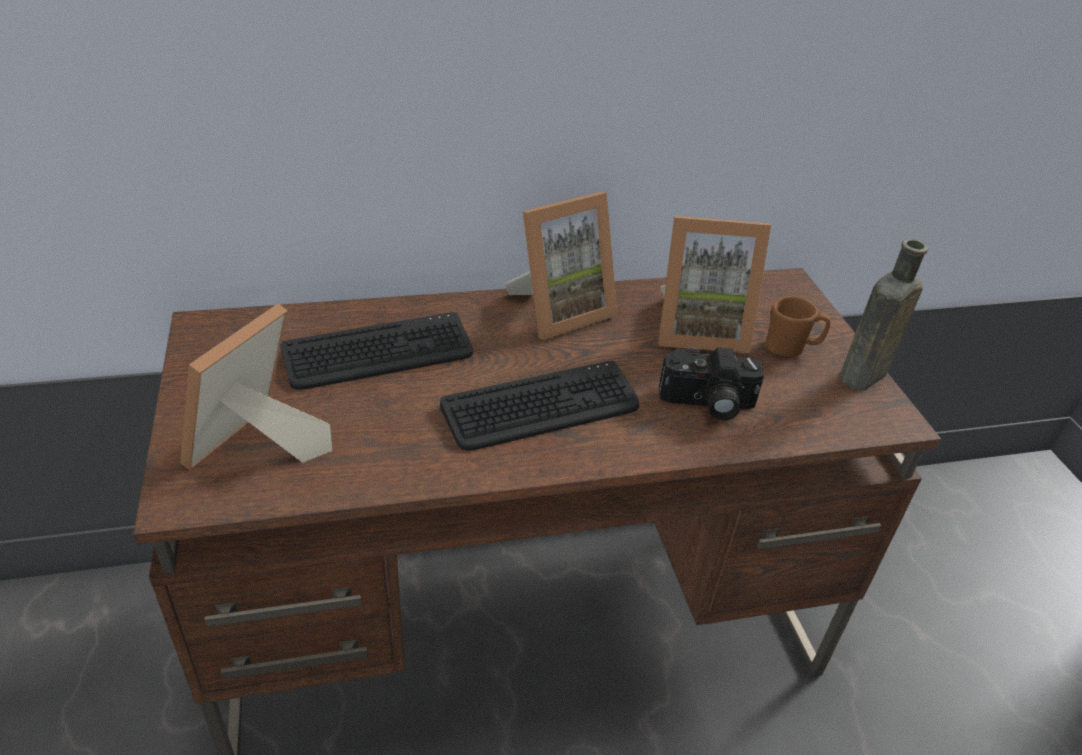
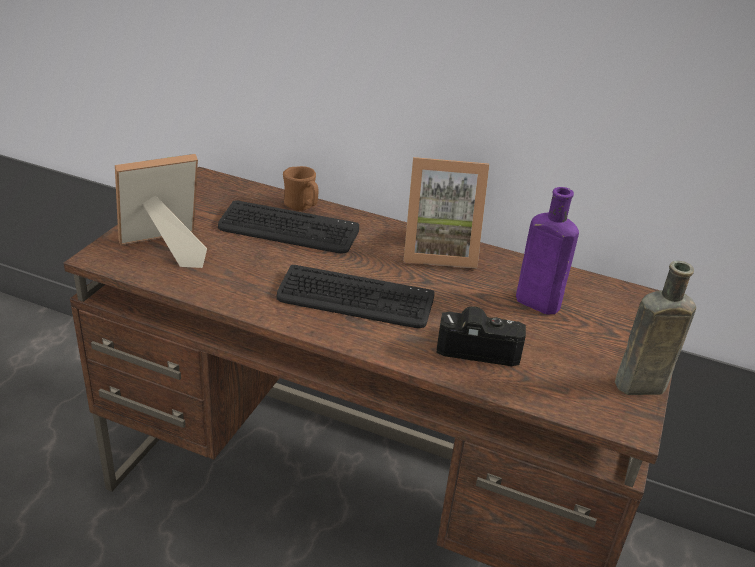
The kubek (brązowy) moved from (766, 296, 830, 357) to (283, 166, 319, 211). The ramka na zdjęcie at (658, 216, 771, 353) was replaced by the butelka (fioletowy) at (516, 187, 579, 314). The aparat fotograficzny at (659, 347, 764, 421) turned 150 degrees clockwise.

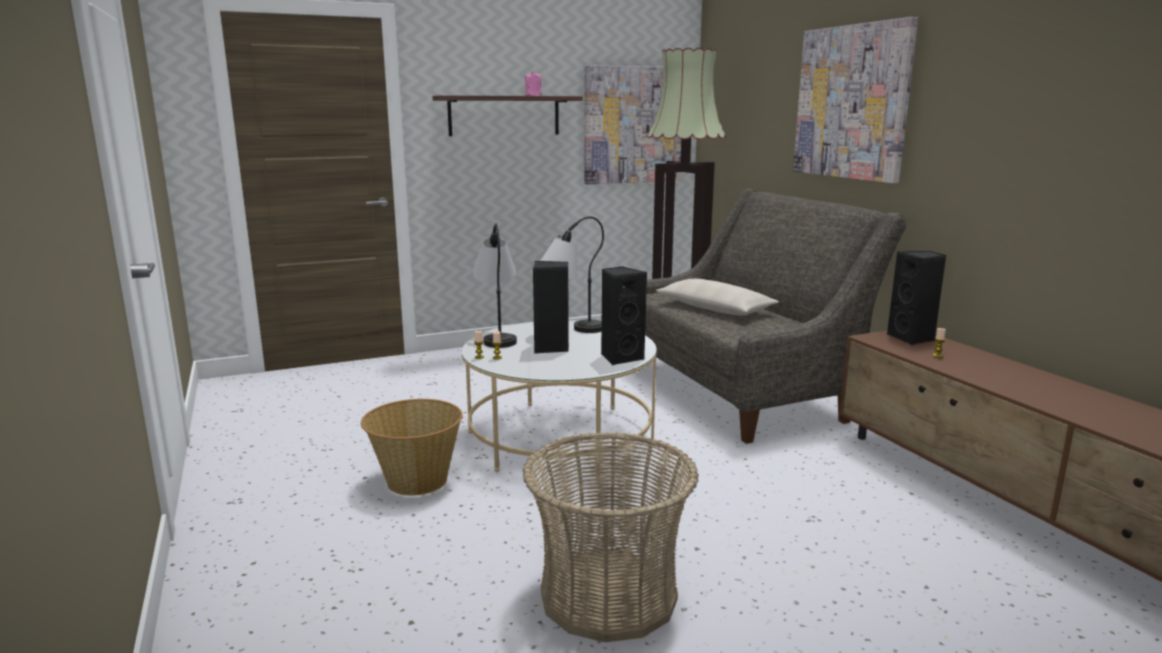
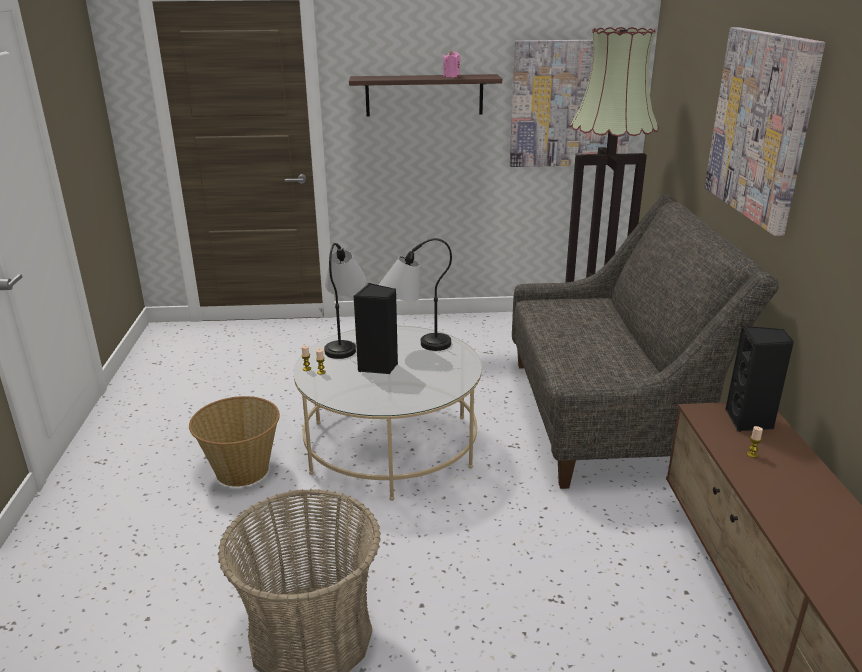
The głośnik (czarny) at (601, 267, 647, 365) disappeared. The poduszka (beżowy) at (656, 279, 779, 316) disappeared.

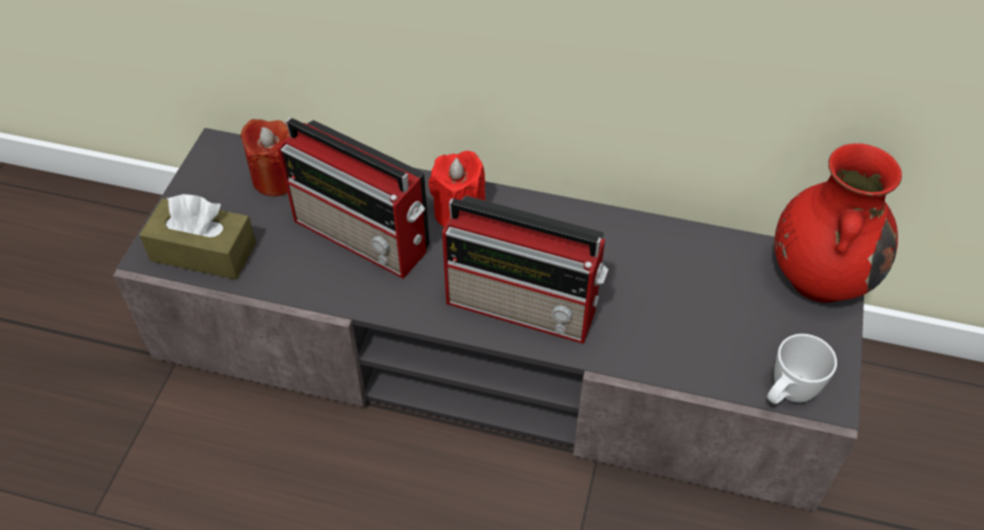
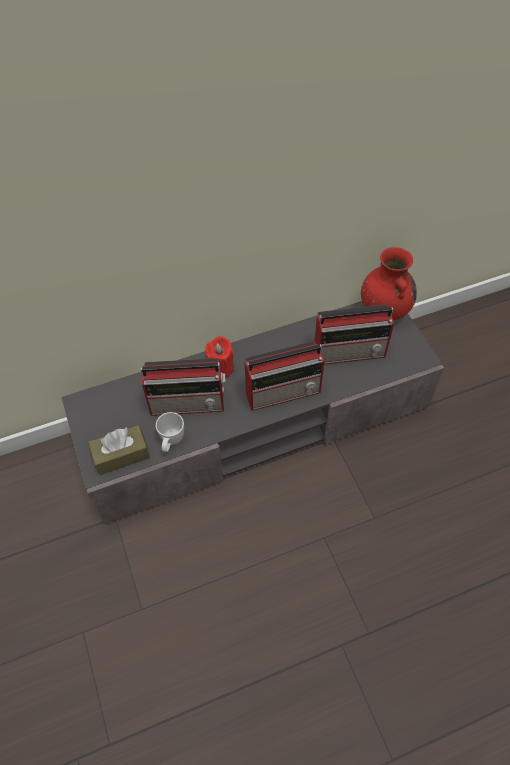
The świeca (czerwony) at (240, 119, 290, 197) disappeared. The radio at (314, 304, 394, 365) appeared. The kubek (biały) moved from (767, 334, 837, 404) to (156, 412, 184, 452).

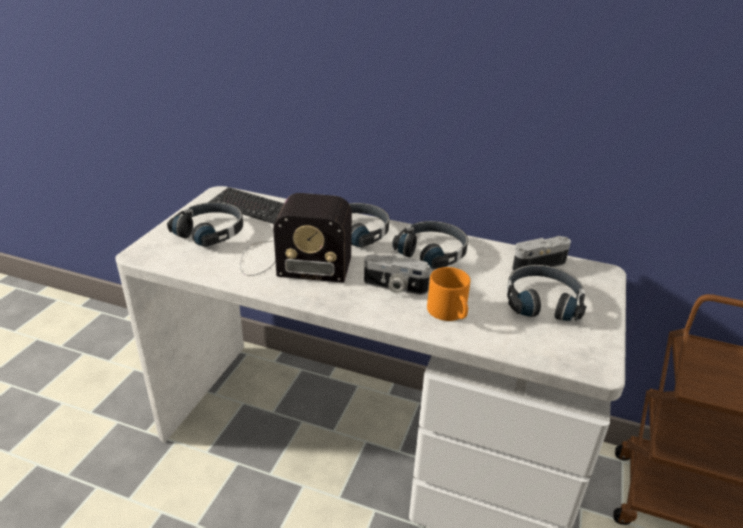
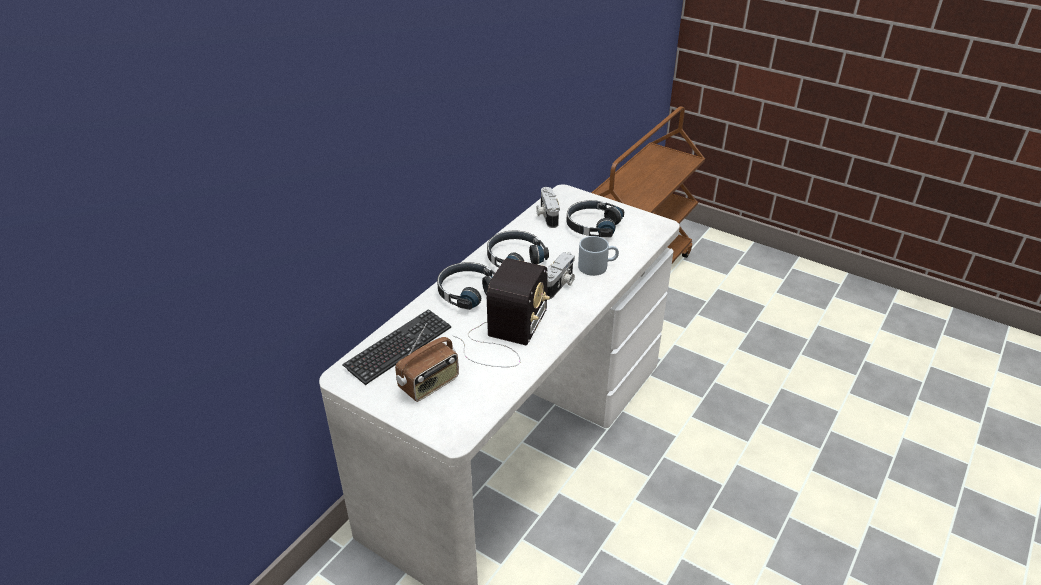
The słuchawki (czarny) at (167, 202, 243, 247) was replaced by the radio at (395, 324, 459, 402). The kubek (pomarańczowy) at (427, 267, 470, 321) became the kubek (szary) at (578, 236, 619, 276).

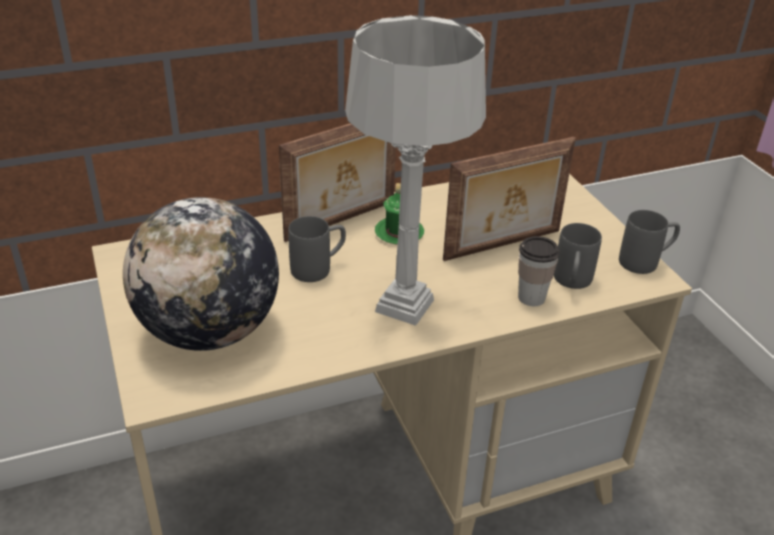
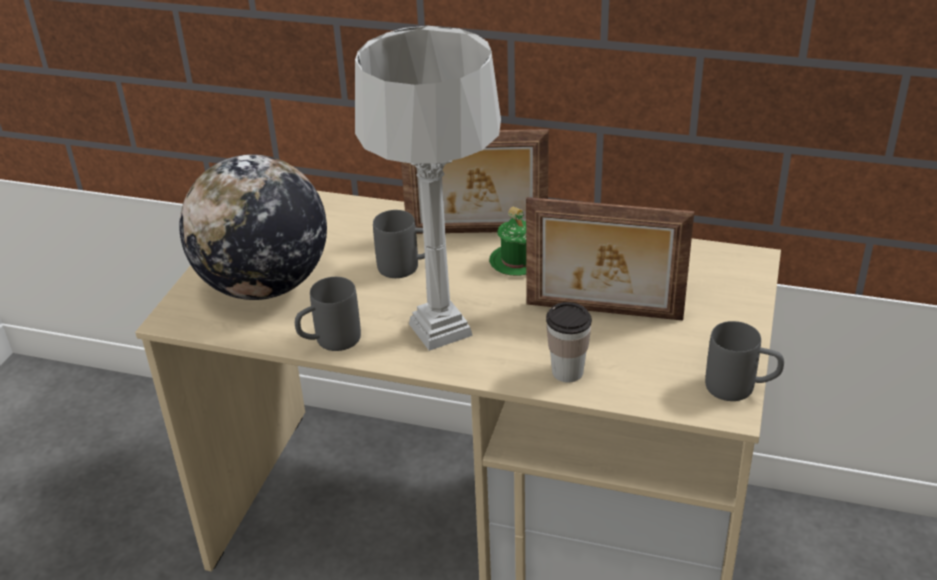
The kubek (szary) moved from (554, 223, 602, 289) to (295, 277, 361, 351).

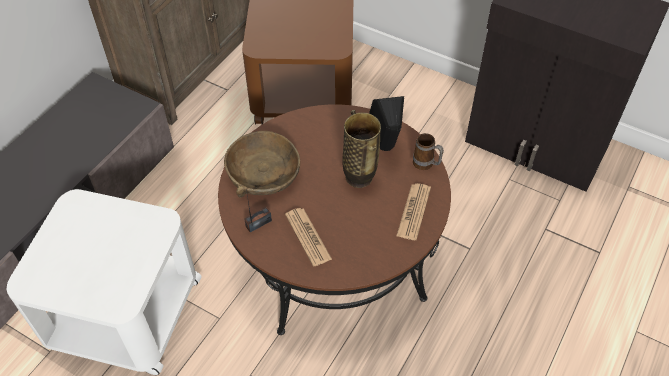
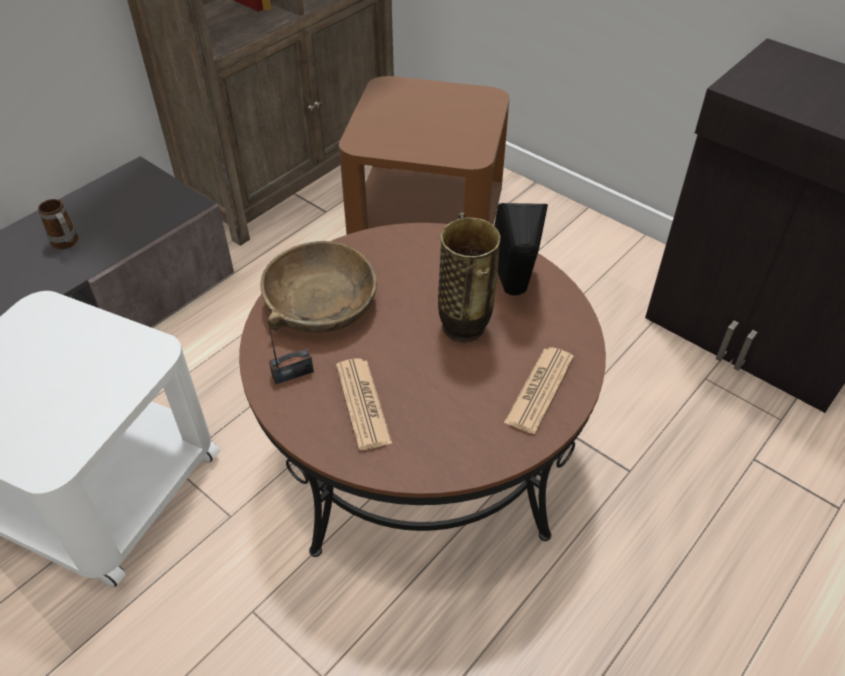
The kubek moved from (413, 133, 444, 170) to (38, 199, 78, 249).

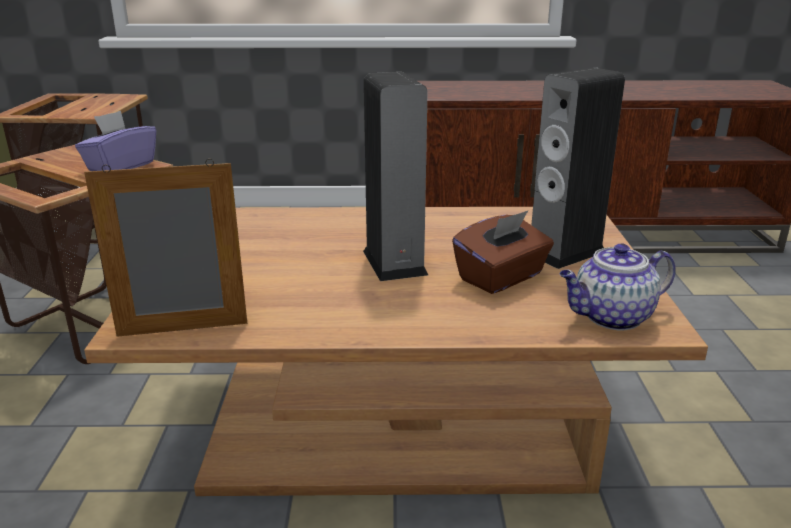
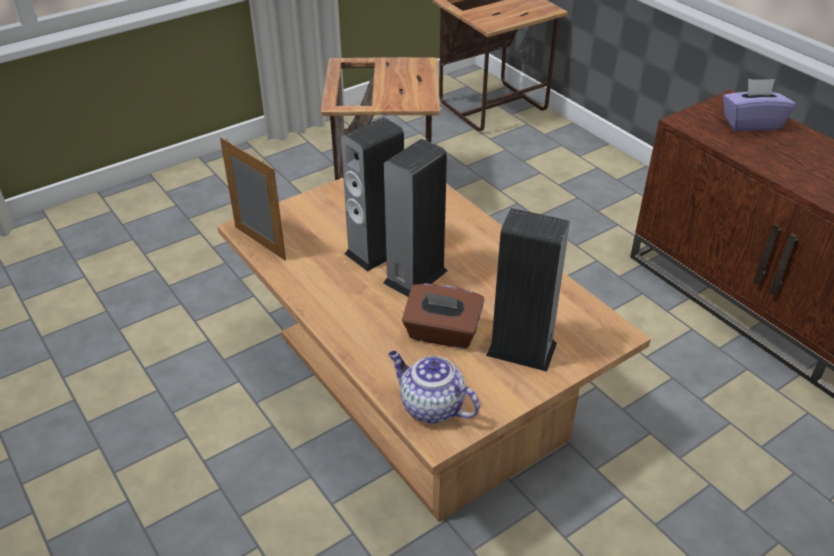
The głośnik at (341, 117, 404, 272) appeared. The pudełko chusteczek (fioletowy) moved from (75, 111, 156, 171) to (723, 79, 795, 131).

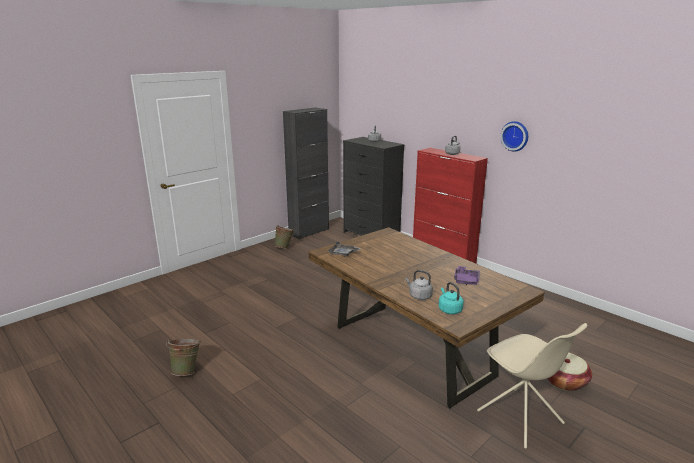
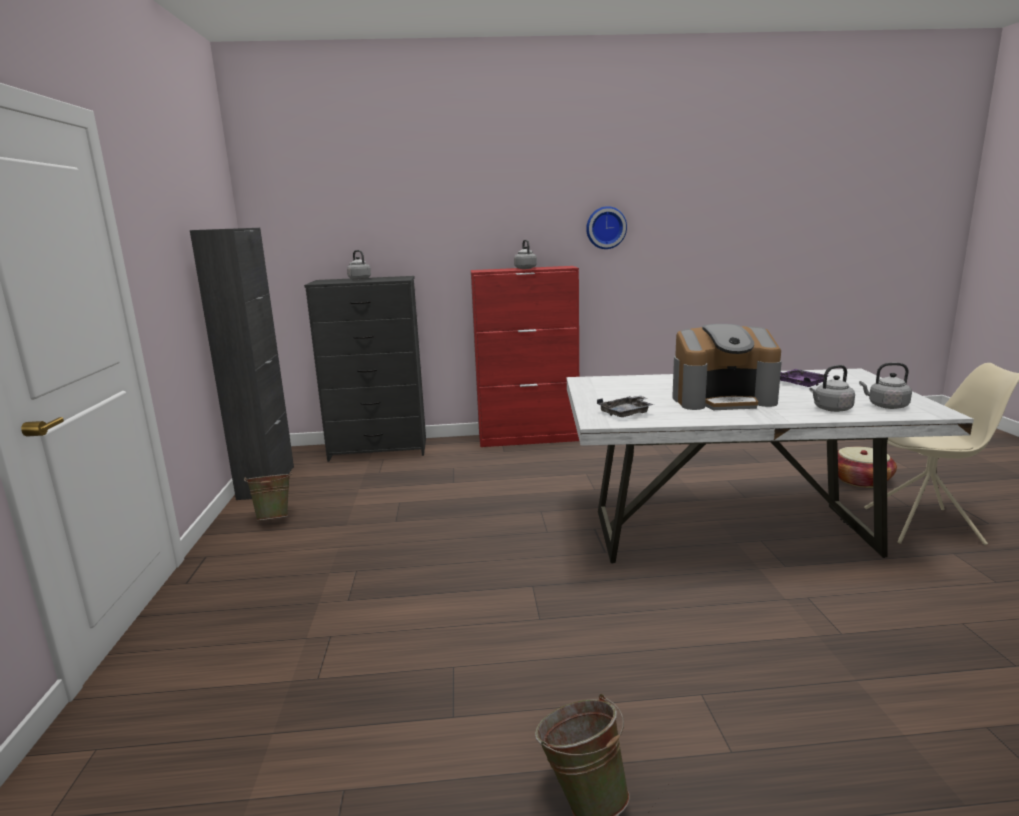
The ekspres do kawy at (672, 324, 782, 410) appeared. The stół jadalny (brązowy) at (308, 227, 545, 408) became the stół jadalny (biały) at (567, 369, 974, 564). The czajnik (turkusowy) at (438, 282, 464, 314) became the czajnik (szary) at (859, 363, 912, 409).

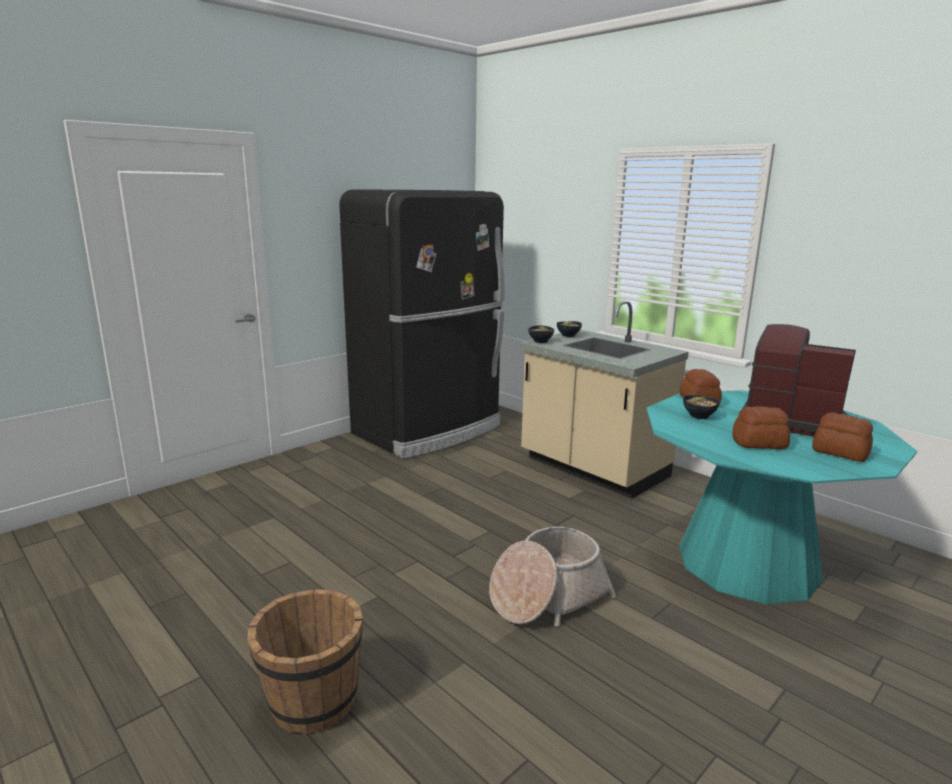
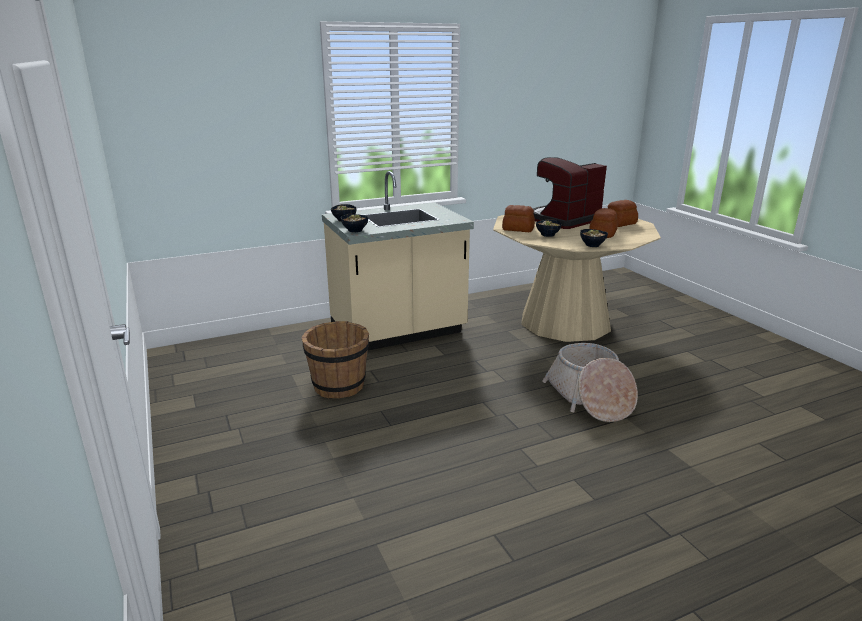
The lodówka (czarny) at (339, 189, 505, 459) disappeared. The miska at (580, 229, 608, 247) appeared. The wiadro (brązowy) moved from (247, 589, 363, 733) to (302, 321, 369, 398). The stół jadalny (turkusowy) at (646, 390, 917, 605) became the stół jadalny (beżowy) at (493, 215, 661, 342).

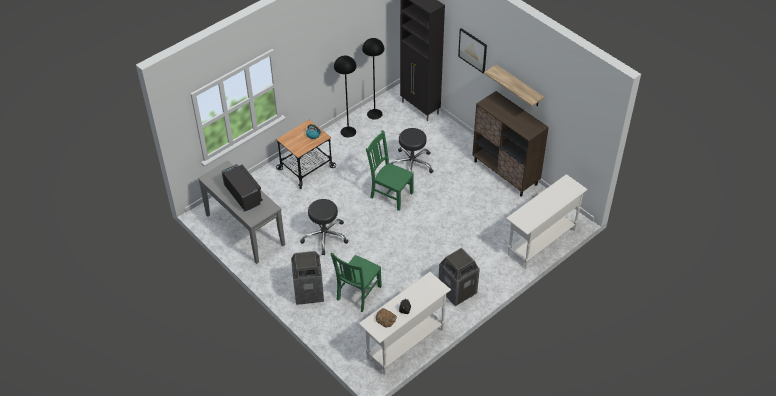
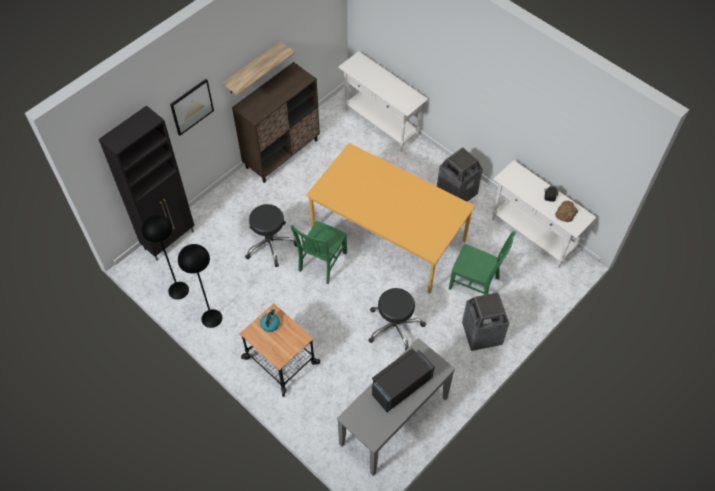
The stół jadalny (pomarańczowy) at (306, 143, 475, 294) appeared.

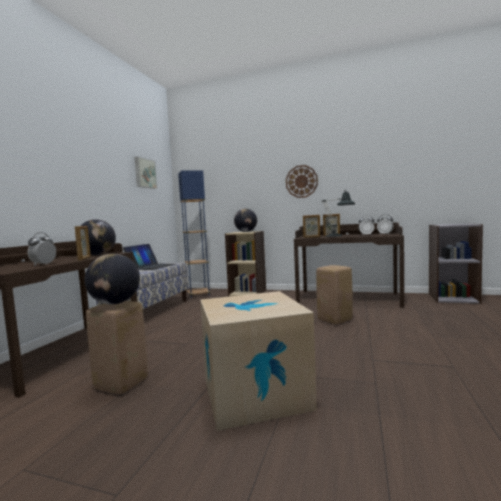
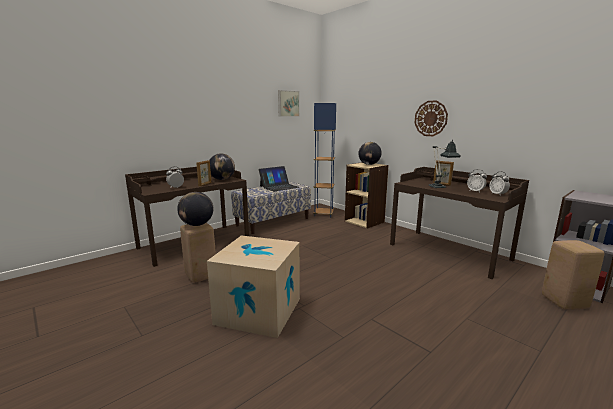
The ramka na zdjęcie at (303, 215, 320, 238) disappeared. The stołek (beżowy) moved from (316, 265, 353, 324) to (542, 240, 604, 310).

